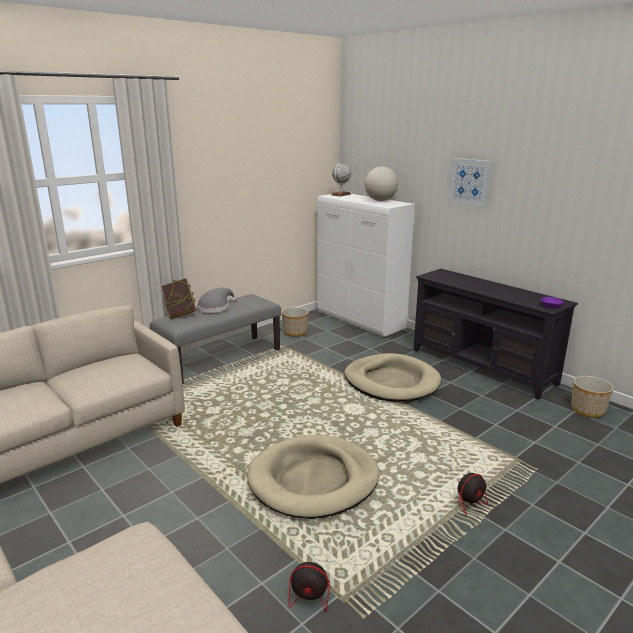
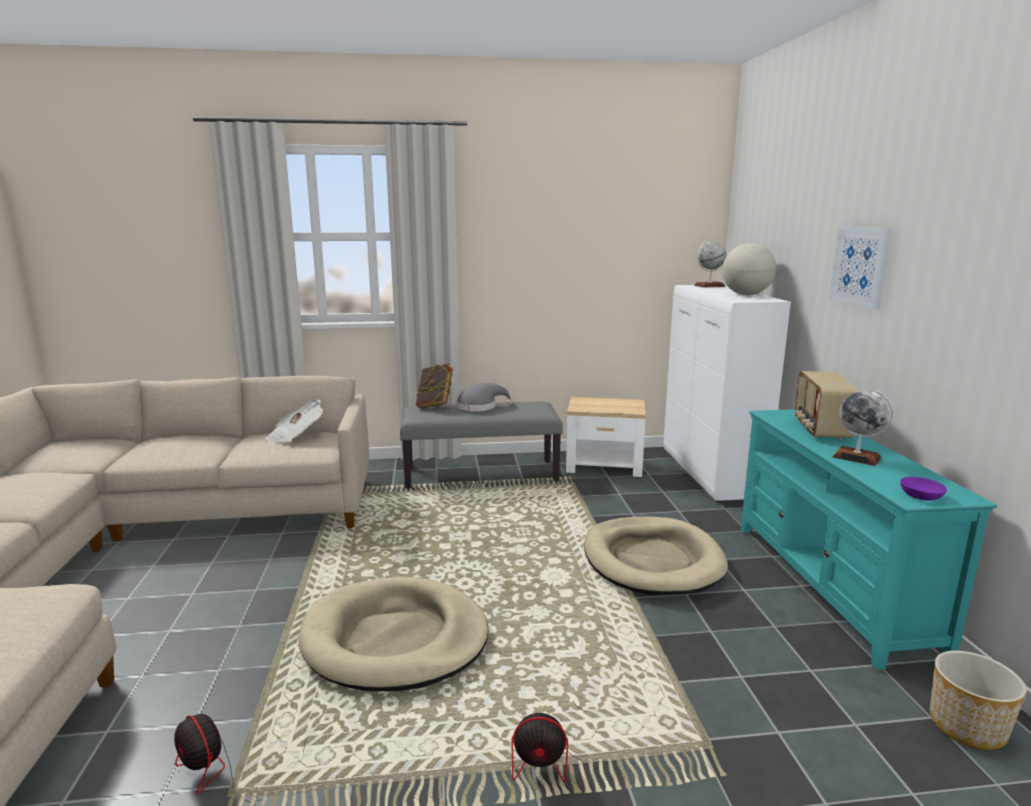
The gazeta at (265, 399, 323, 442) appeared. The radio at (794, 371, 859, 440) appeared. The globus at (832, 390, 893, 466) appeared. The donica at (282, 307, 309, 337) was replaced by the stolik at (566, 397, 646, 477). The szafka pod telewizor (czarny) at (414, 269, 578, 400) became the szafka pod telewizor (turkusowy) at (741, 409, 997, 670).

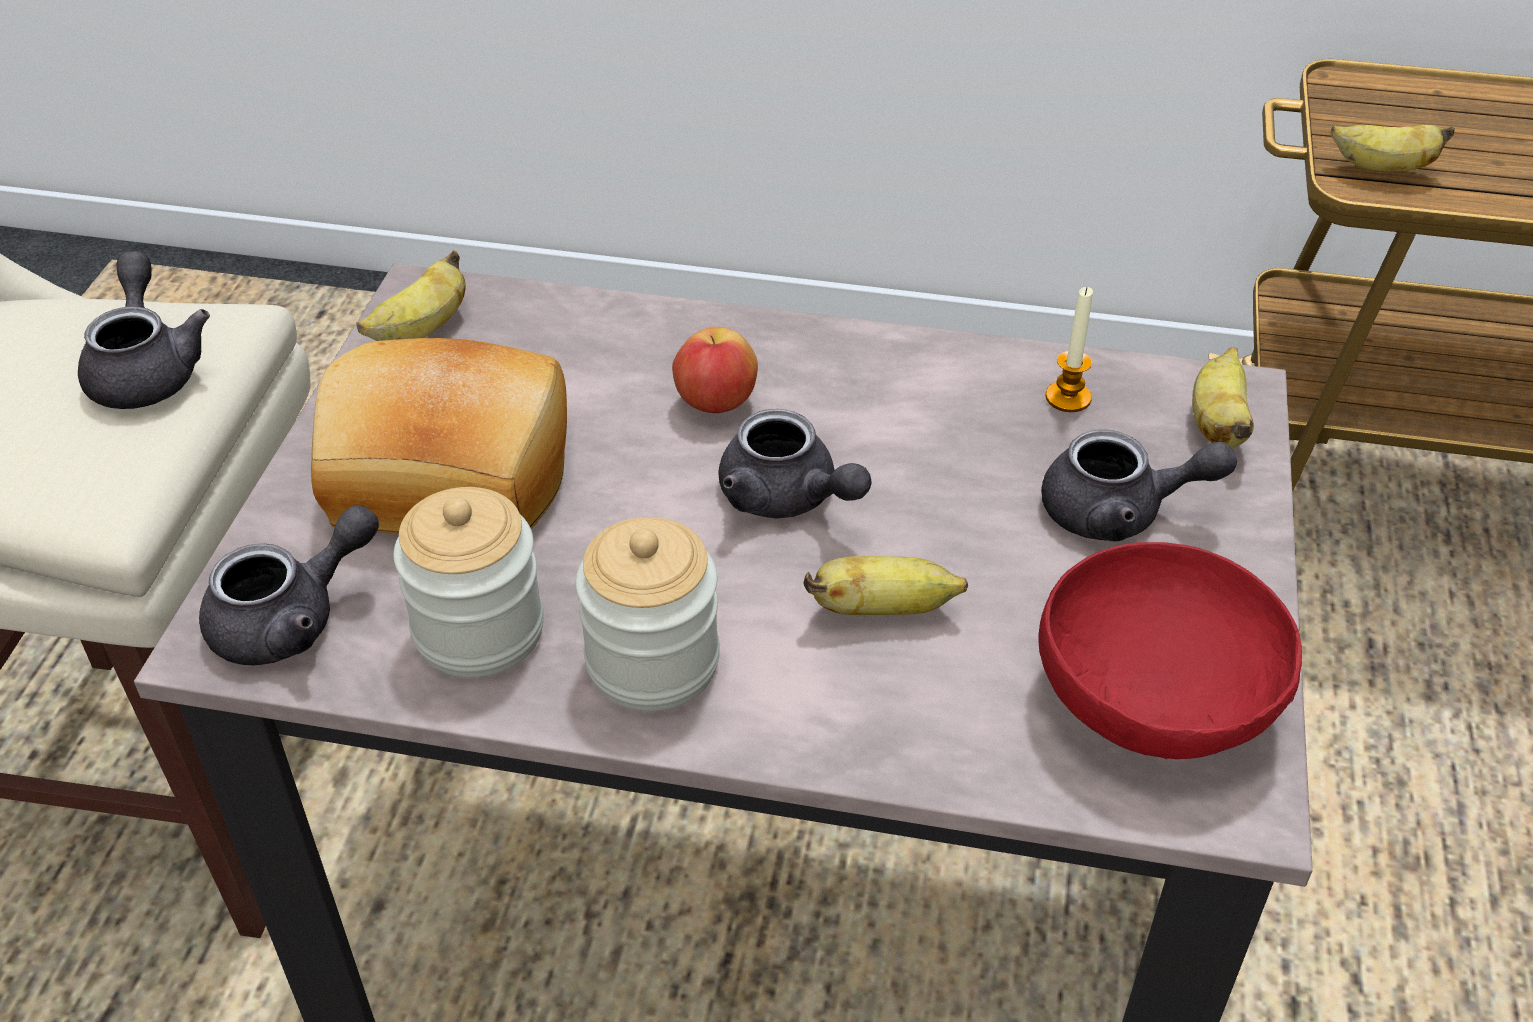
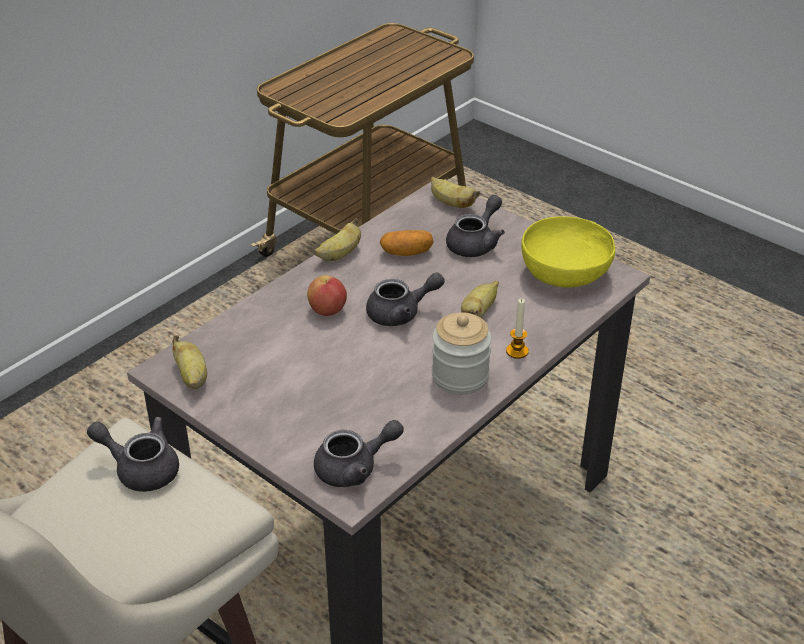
The chleb at (311, 338, 567, 534) disappeared. The słoik at (394, 487, 544, 678) disappeared. The ziemniak at (380, 230, 434, 256) appeared. The świeca moved from (1046, 287, 1093, 412) to (506, 298, 529, 359). The banan moved from (1331, 125, 1455, 172) to (314, 218, 361, 261). The miska (czerwony) at (1038, 542, 1302, 759) became the miska (żółty) at (521, 216, 615, 288). The imbryk (szary) at (199, 505, 379, 665) turned 75 degrees clockwise.

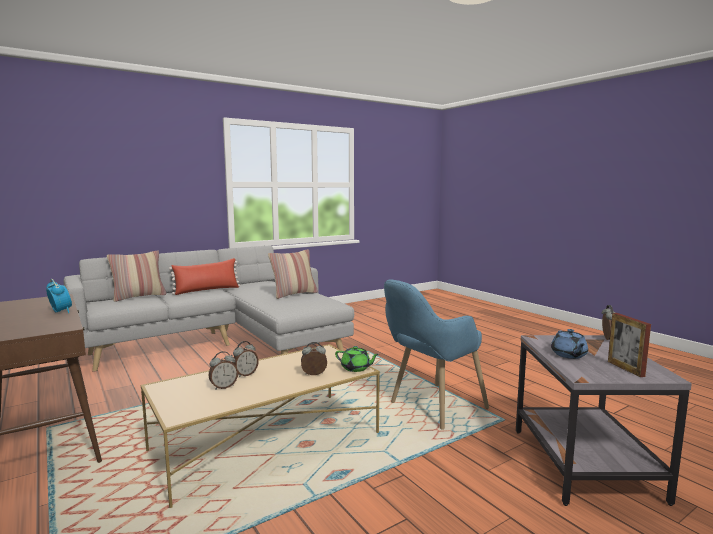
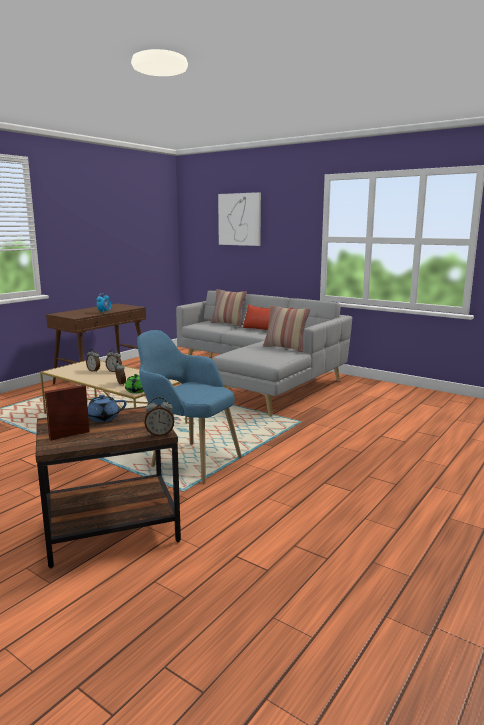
The obraz at (218, 192, 261, 246) appeared. The stolik (szary) at (516, 335, 692, 506) became the stolik (brązowy) at (36, 405, 181, 568).

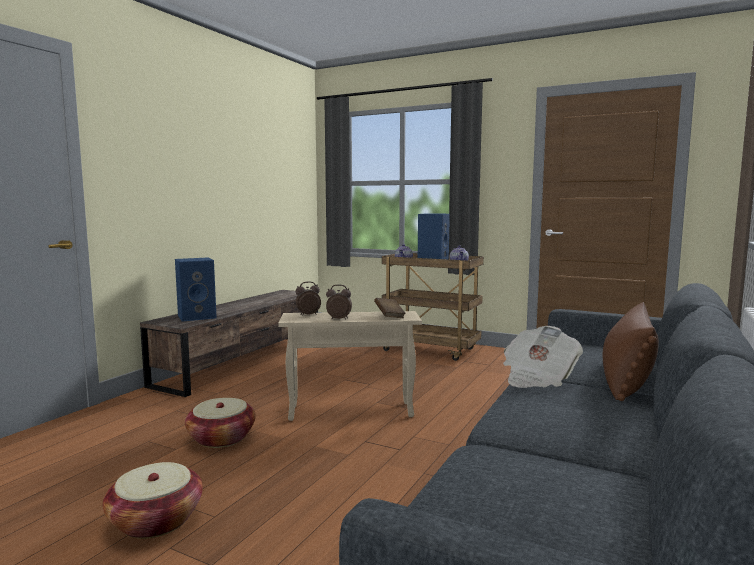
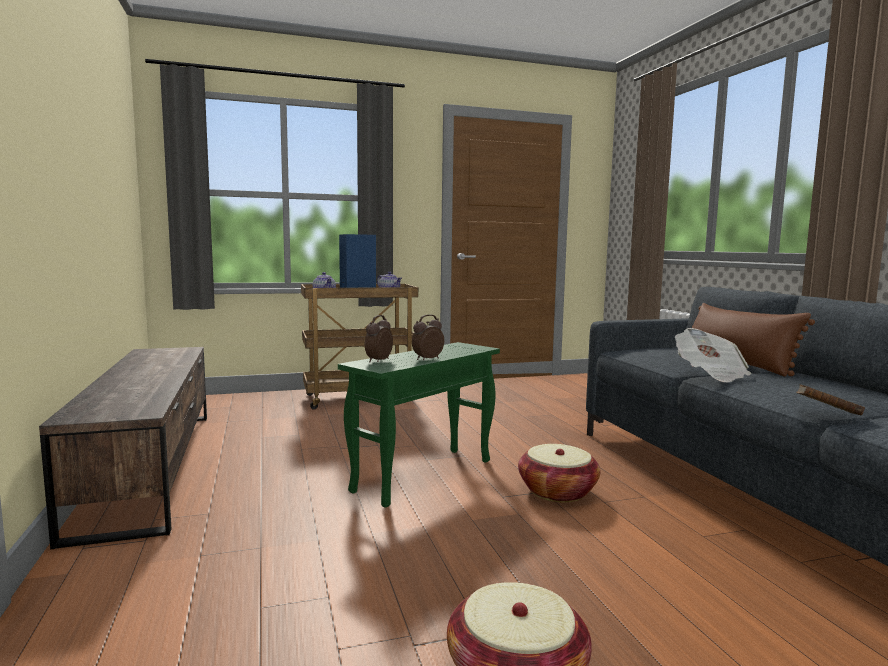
The głośnik (niebieski) at (175, 257, 217, 322) disappeared. The koszyk moved from (185, 398, 256, 448) to (518, 444, 601, 502). The książka (brązowy) moved from (374, 298, 406, 318) to (796, 384, 865, 415). The stolik (beżowy) at (278, 311, 422, 421) became the stolik (zielony) at (338, 342, 500, 508).

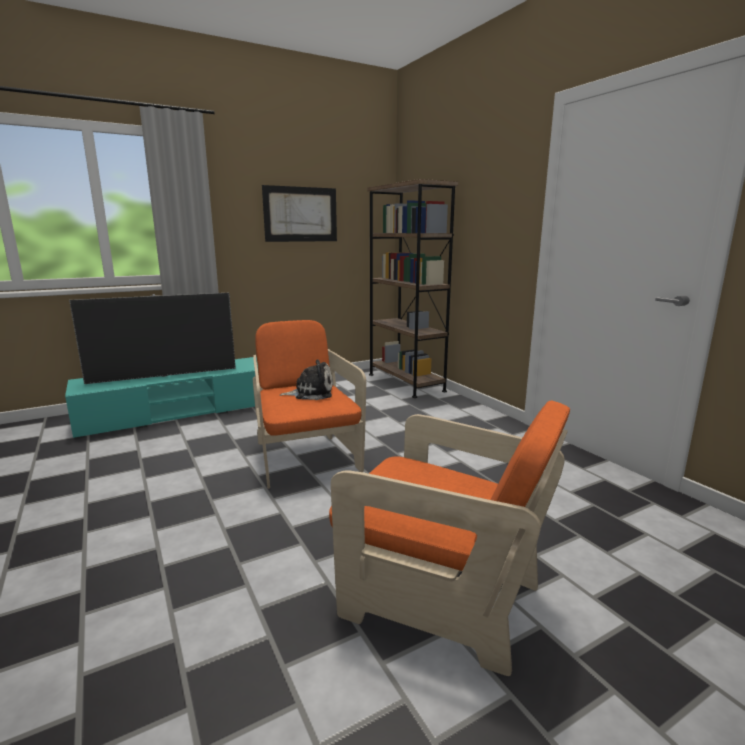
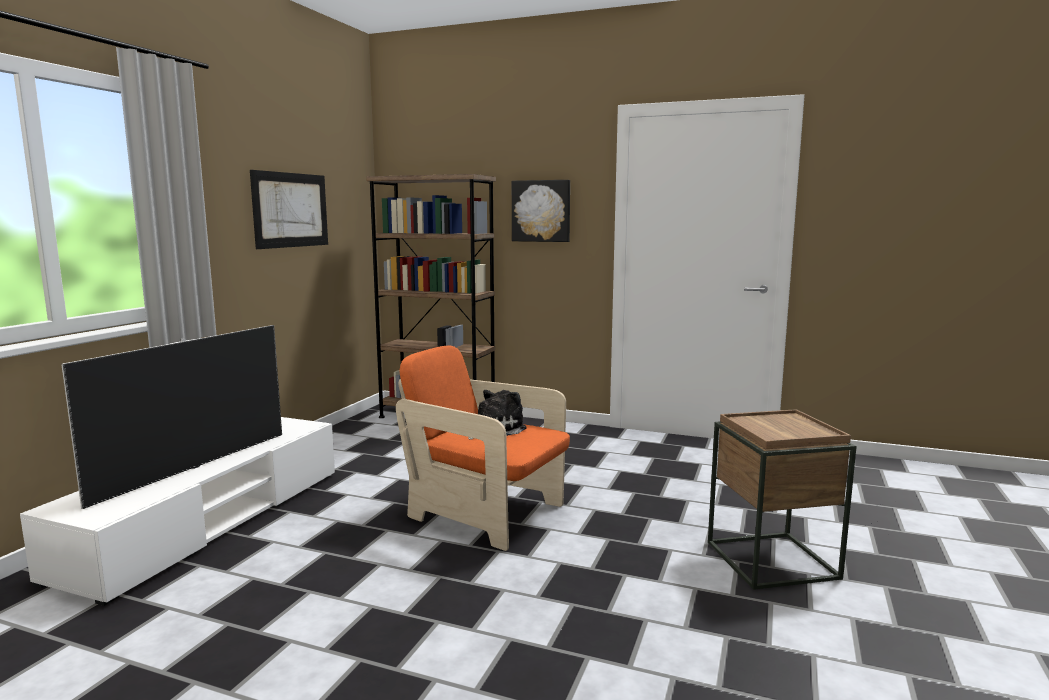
The obraz at (512, 180, 570, 242) appeared. The fotel (pomarańczowy) at (329, 400, 570, 676) was replaced by the stolik (brązowy) at (708, 409, 857, 590). The szafka pod telewizor (turkusowy) at (65, 357, 259, 439) became the szafka pod telewizor (biały) at (20, 417, 335, 606).

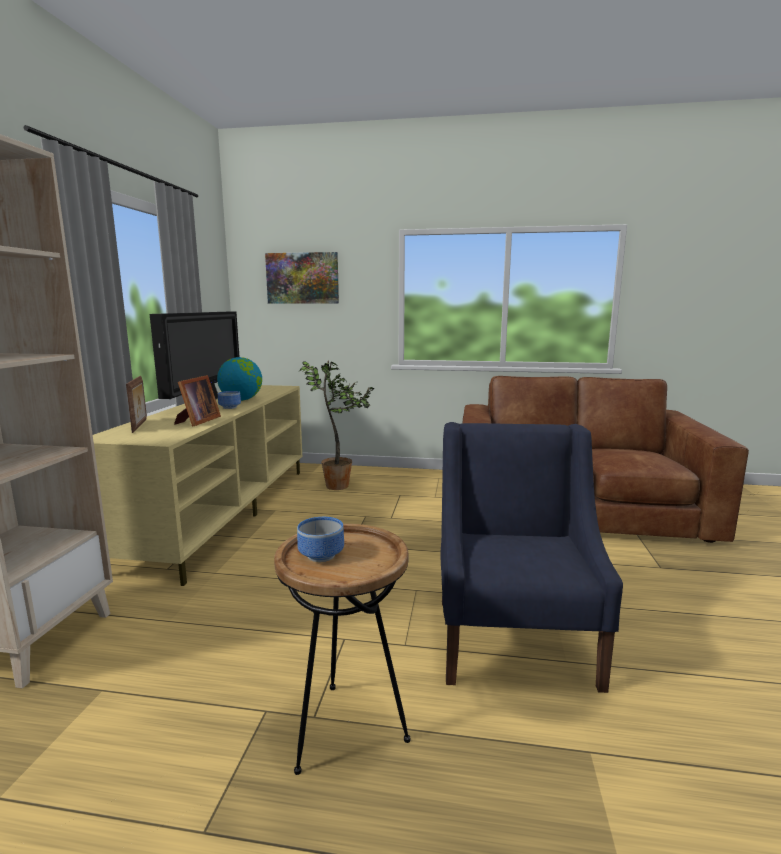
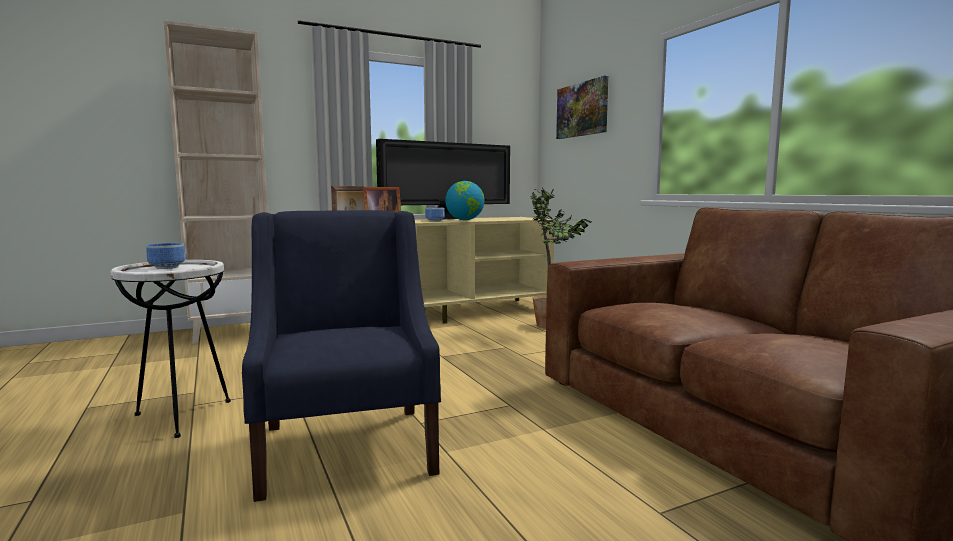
The stolik (brązowy) at (274, 524, 410, 775) became the stolik (biały) at (110, 260, 231, 438). The fotel (niebieski) at (440, 422, 623, 693) turned 75 degrees counterclockwise.

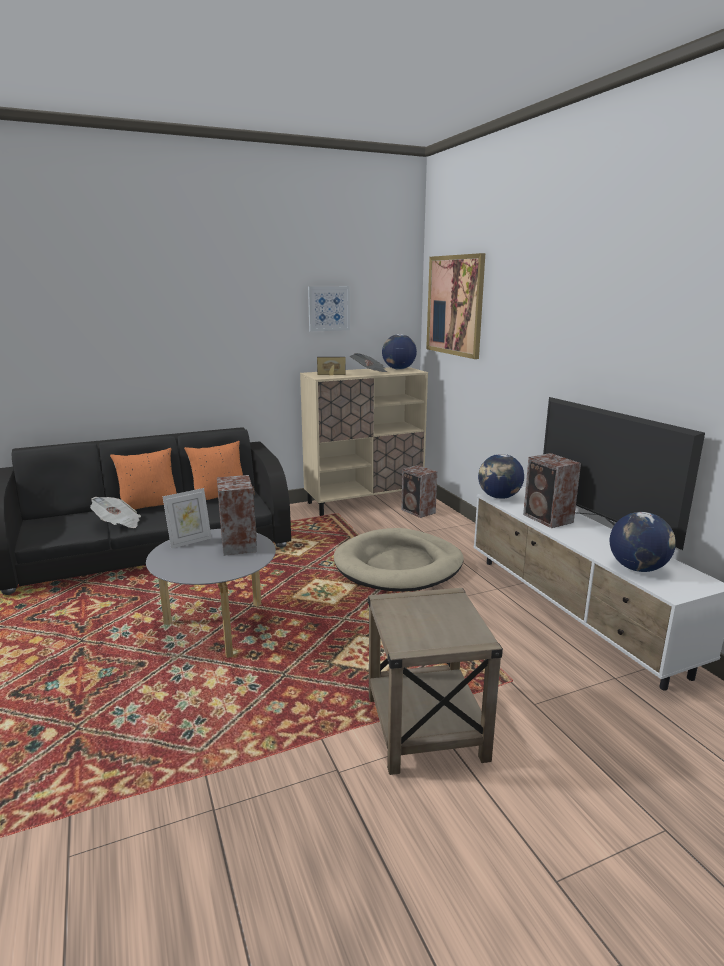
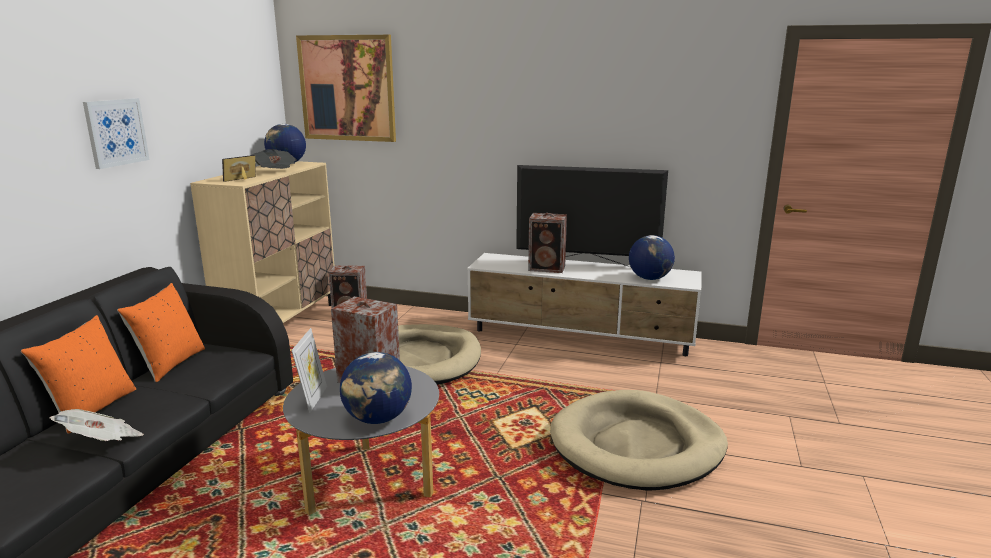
The obraz moved from (308, 286, 350, 331) to (83, 98, 150, 169). The globus moved from (478, 454, 524, 499) to (340, 352, 412, 424). The stolik (beżowy) at (368, 588, 503, 775) was replaced by the legowisko (beżowy) at (550, 390, 728, 491).

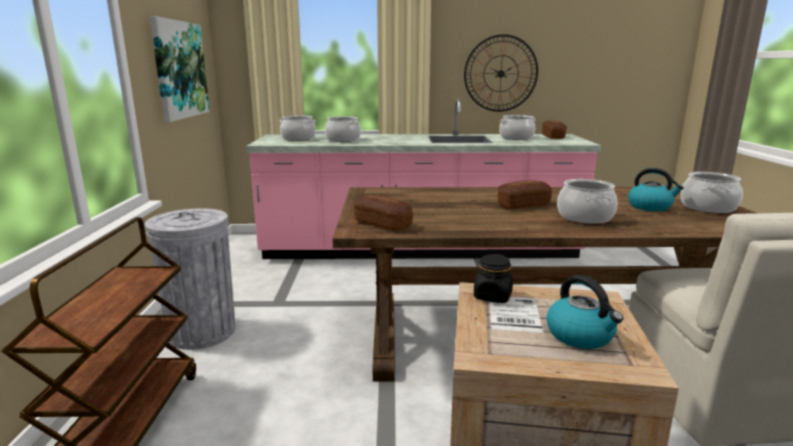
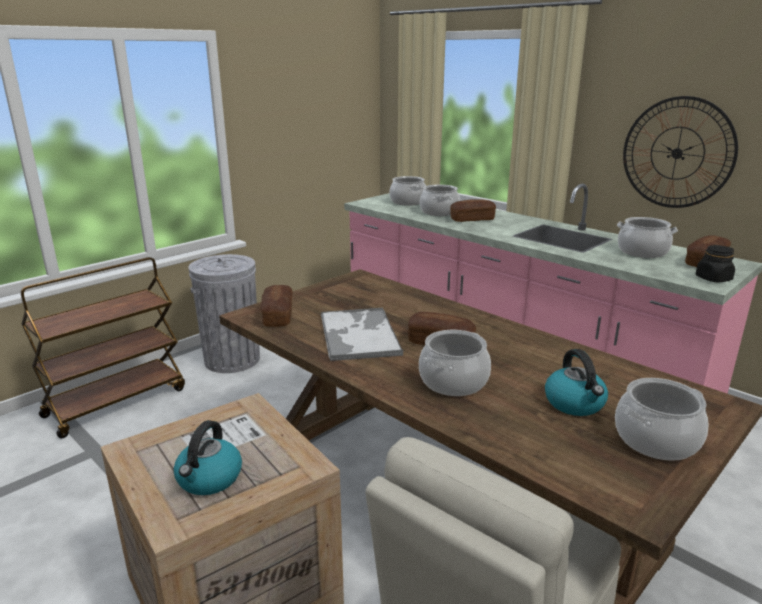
The obraz at (150, 16, 210, 122) disappeared. The taca at (321, 308, 403, 361) appeared. The chleb at (450, 199, 496, 222) appeared. The słoik (czarny) moved from (474, 254, 513, 303) to (696, 245, 735, 283).

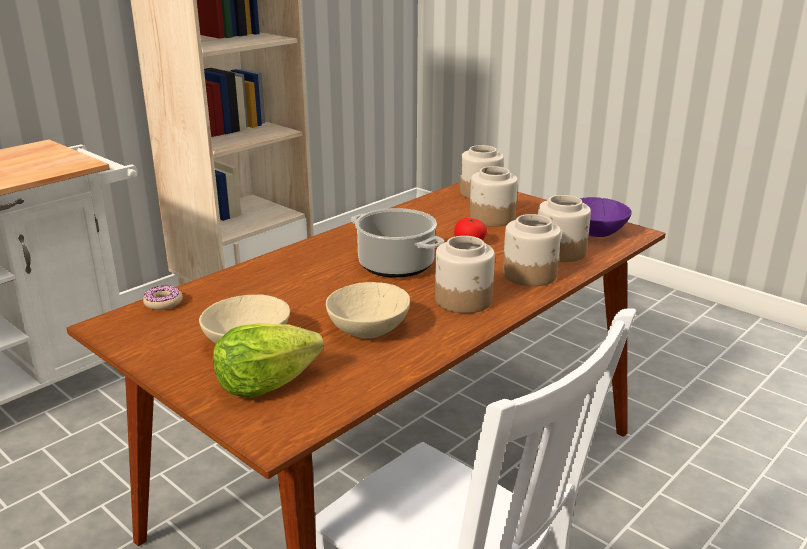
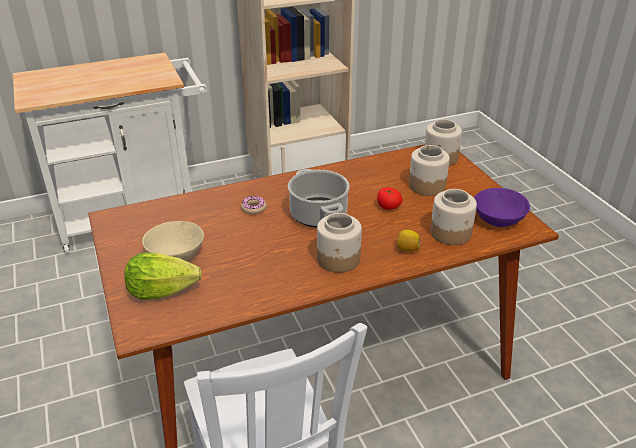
The miska (beżowy) at (326, 282, 410, 338) disappeared. The donut moved from (143, 285, 183, 310) to (241, 196, 267, 214). The słoik at (503, 214, 561, 286) was replaced by the cytryna at (397, 230, 420, 252).

